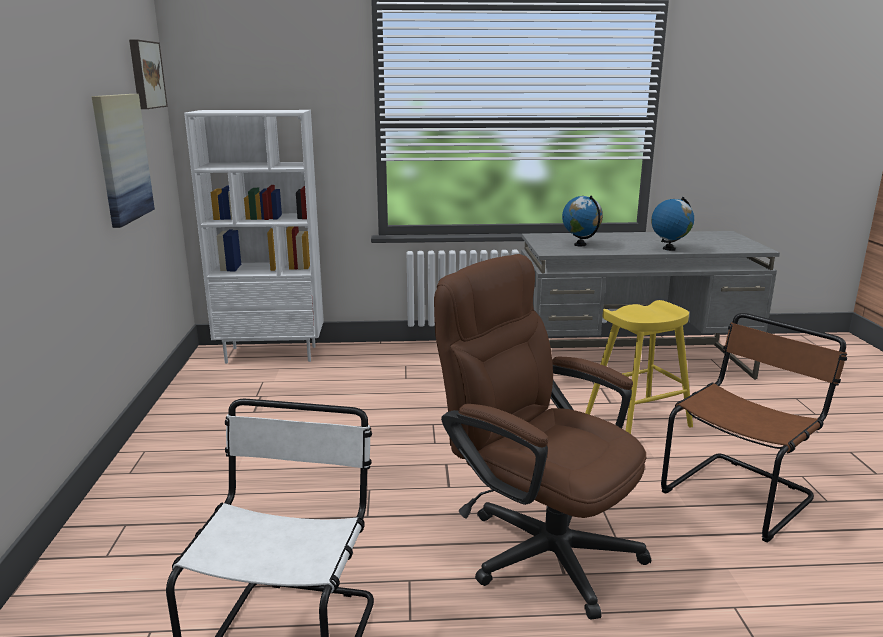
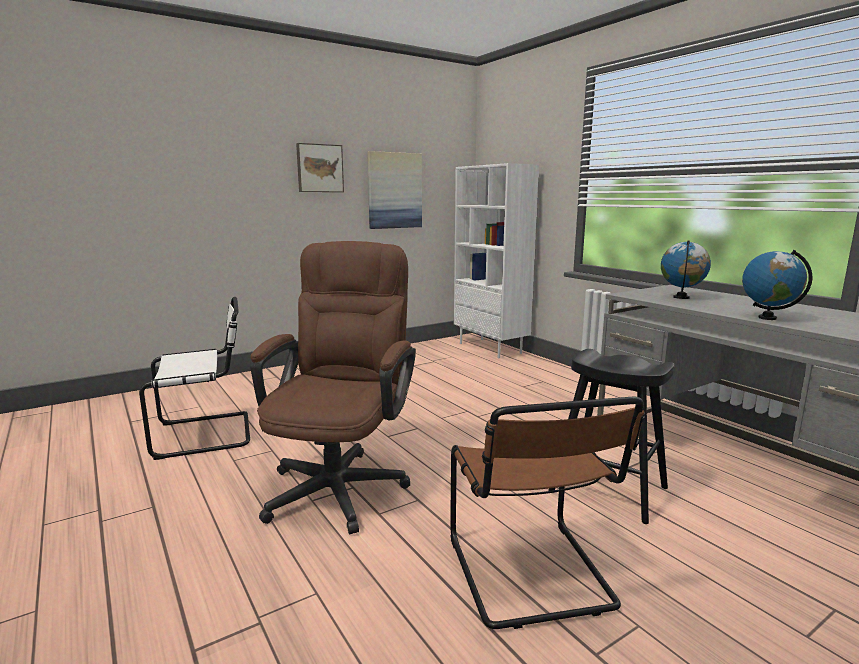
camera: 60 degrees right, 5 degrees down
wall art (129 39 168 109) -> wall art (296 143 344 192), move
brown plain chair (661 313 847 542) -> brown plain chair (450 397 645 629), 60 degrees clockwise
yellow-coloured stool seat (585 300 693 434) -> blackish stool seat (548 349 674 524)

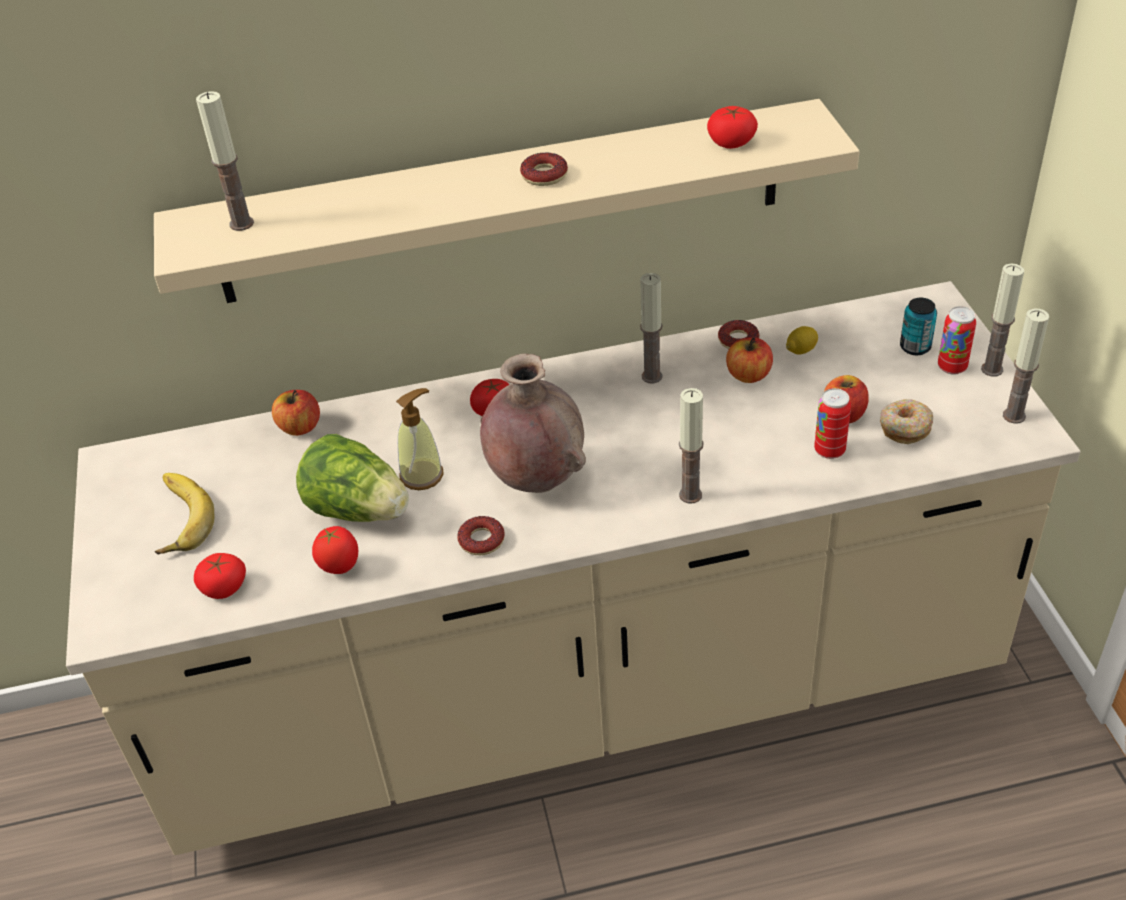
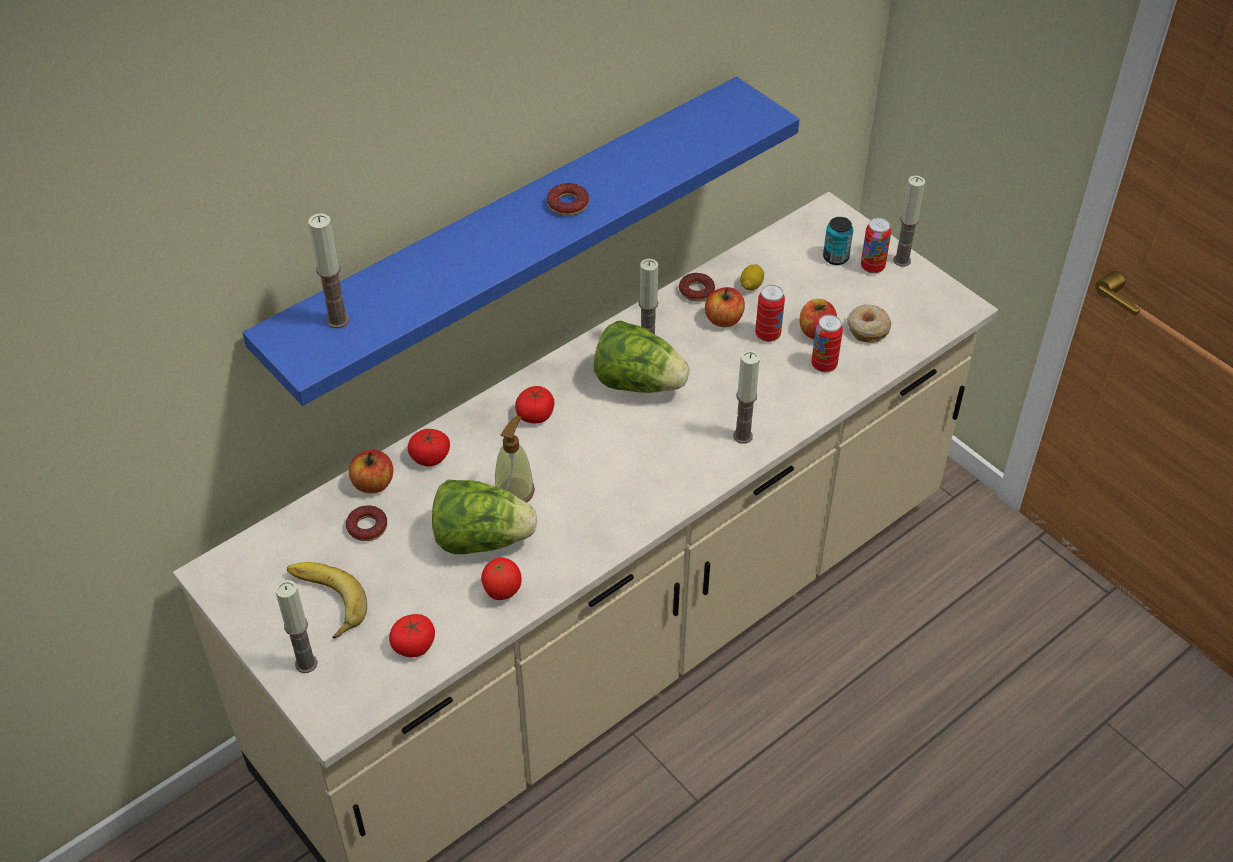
camera: 30 degrees left, 5 degrees up
beige shelf (154 99 860 303) -> blue shelf (242 77 799 406)
wax candle (1003 308 1049 424) -> wax candle (275 580 318 673), move
ring doughnut (457 516 505 555) -> ring doughnut (346 505 387 541), move
whole tomato (707 106 758 149) -> whole tomato (408 429 450 467), move
none -> head of lettuce (594 320 689 393)
none -> can (755 285 785 342)
brown decorative vase (480 353 586 493) -> none

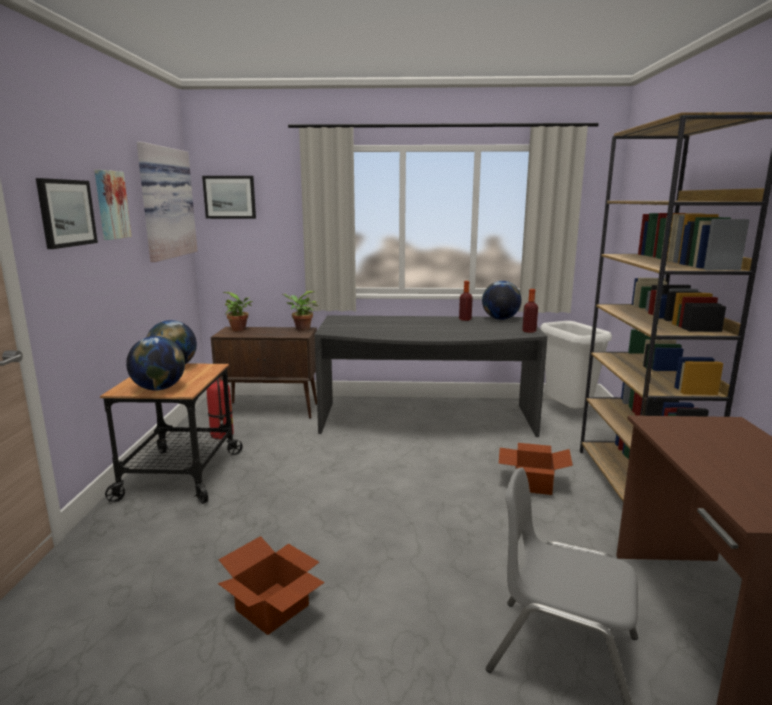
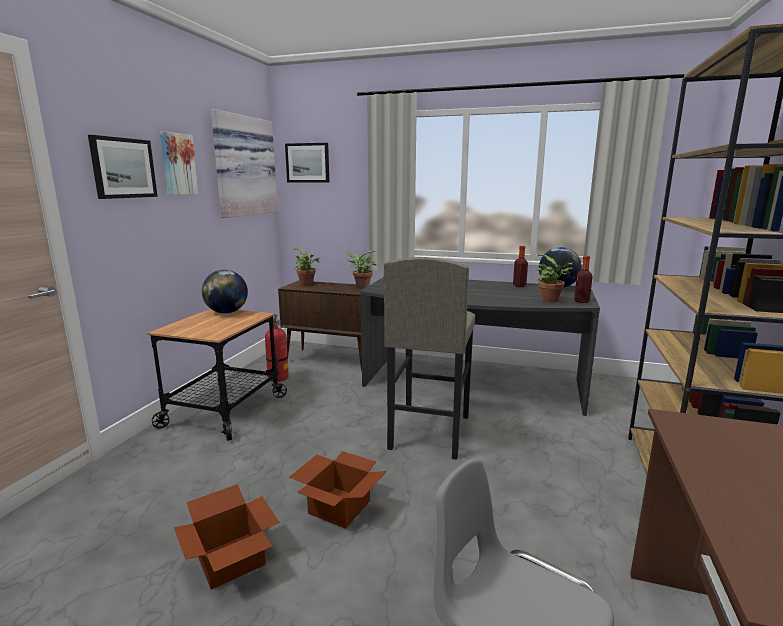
camera: 15 degrees right, 0 degrees up
cardboard box (499 443 573 495) -> cardboard box (289 451 387 529), move
none -> grey stool seat (384 257 475 460)
none -> potted plant (537 254 573 303)
desk globe (126 336 185 391) -> none
white rubbish bin (541 321 612 409) -> none

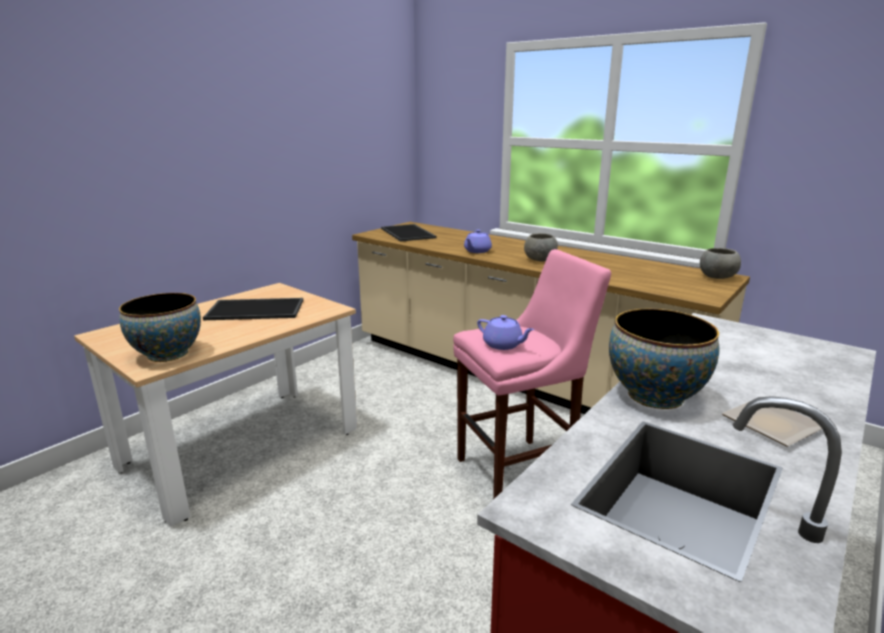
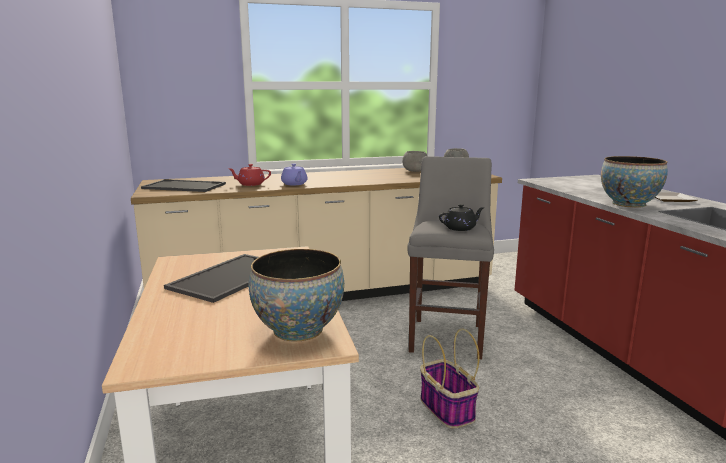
camera: 55 degrees left, 5 degrees down
none -> reddish pot for tea (229 164 271 186)
grey deep dish (524 233 558 261) -> grey deep dish (402 151 428 172), move
pink-coloured stool seat (453 249 611 500) -> grey stool seat (407 156 494 359)
none -> household basket (420 329 479 428)
purple-coloured pot for tea (477 315 534 350) -> blackish pot for tea (439 204 484 231)

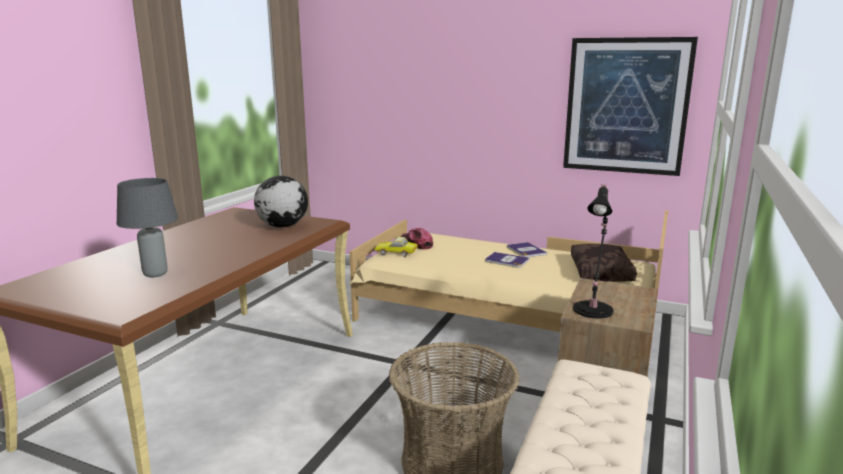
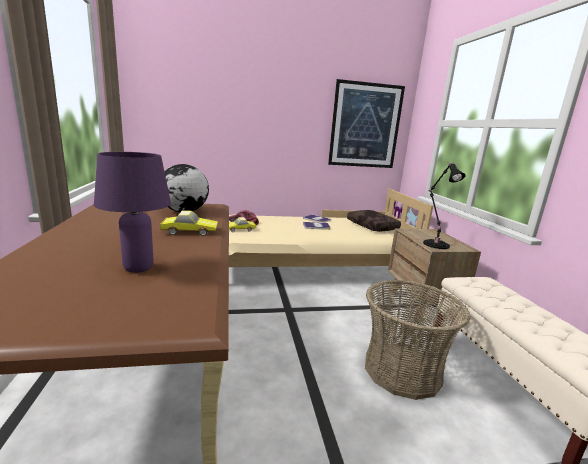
camera: 35 degrees left, 0 degrees up
grey tabletop lamp (117 178 178 277) -> purple-coloured tabletop lamp (94 152 171 273)
none -> toy car (160 210 218 236)

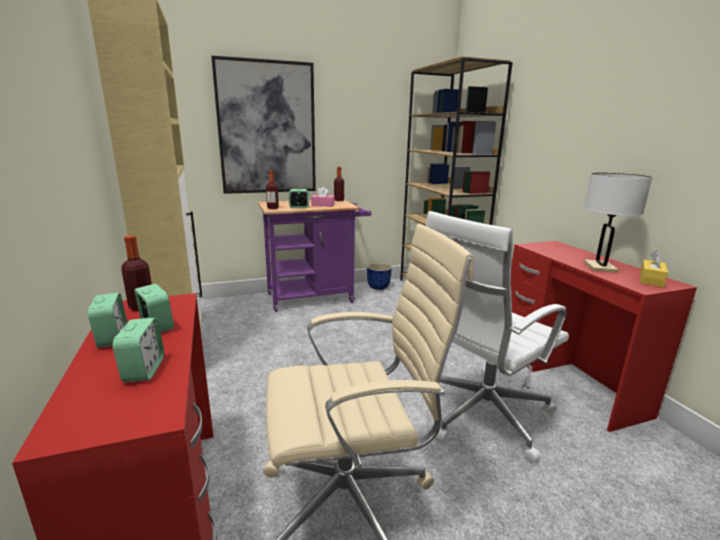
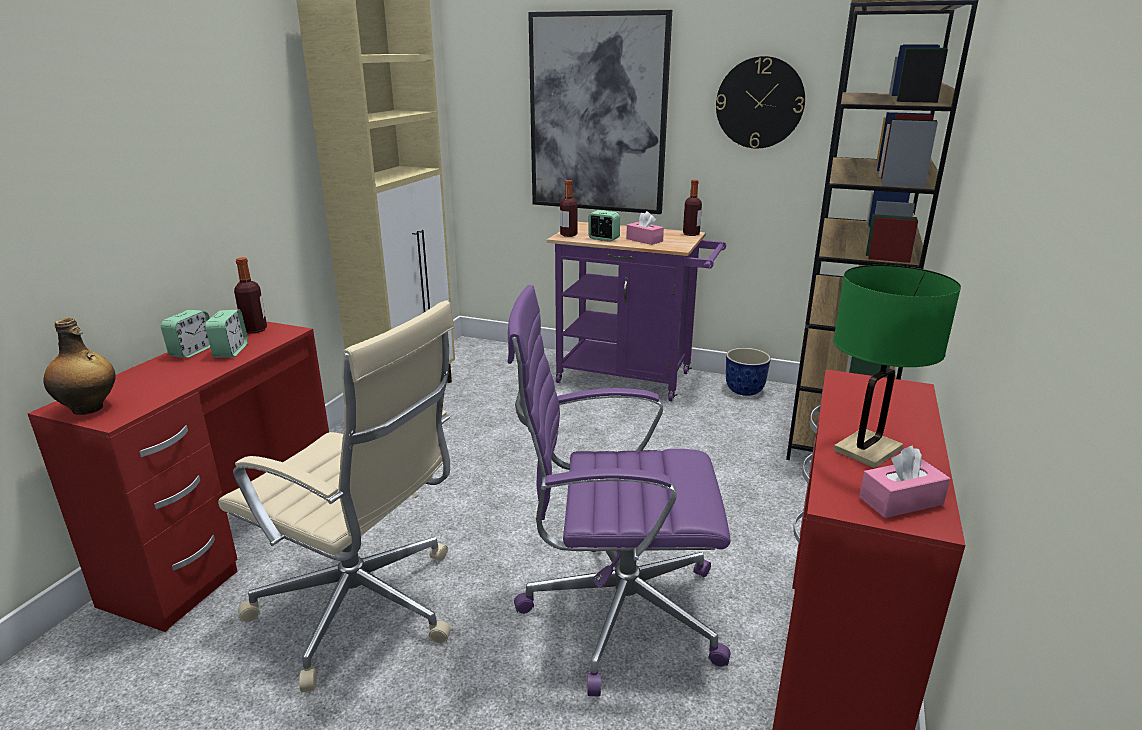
camera: 40 degrees right, 5 degrees up
none -> beverage bottle (44 318 116 415)
white computer chair (426 211 569 463) -> purple-coloured computer chair (508 285 731 696)
none -> wall clock (716 56 805 148)
white tabletop lamp (584 173 652 273) -> green tabletop lamp (833 265 961 468)
yellow-coloured tissue box (640 251 668 287) -> pink-coloured tissue box (859 445 950 518)
alarm clock (113 318 164 382) -> none

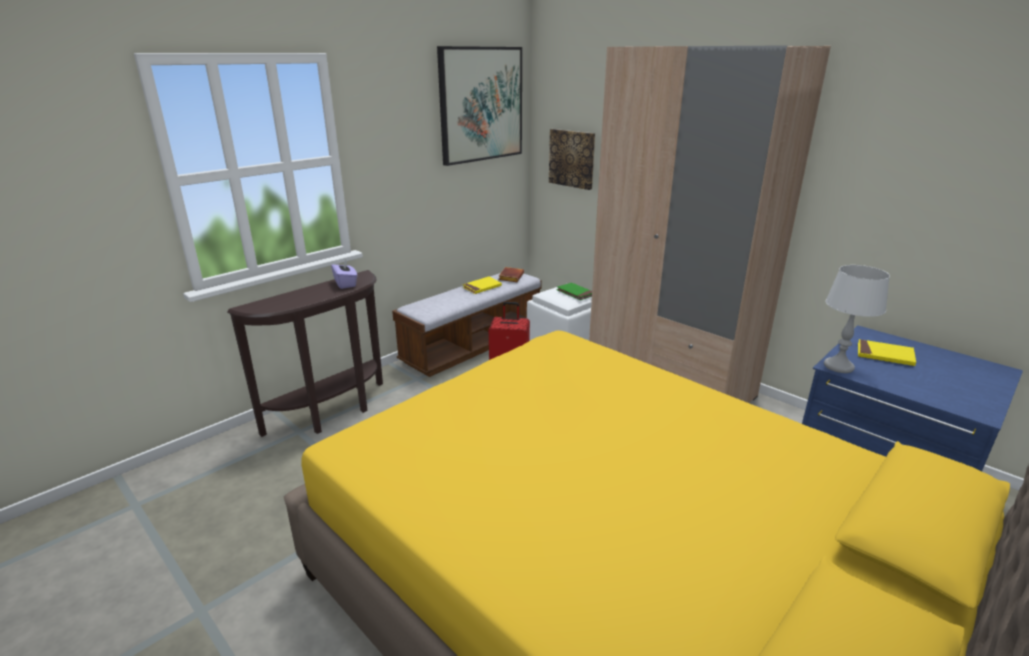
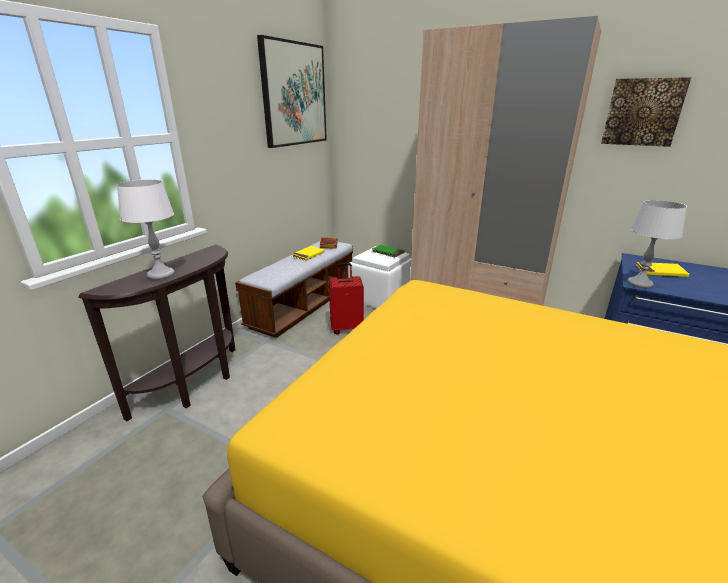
camera: 15 degrees left, 0 degrees up
none -> white tabletop lamp (117 179 174 279)
wall art (549 129 595 190) -> wall art (601 77 691 147), move
purple-coloured tissue box (331 258 357 289) -> none

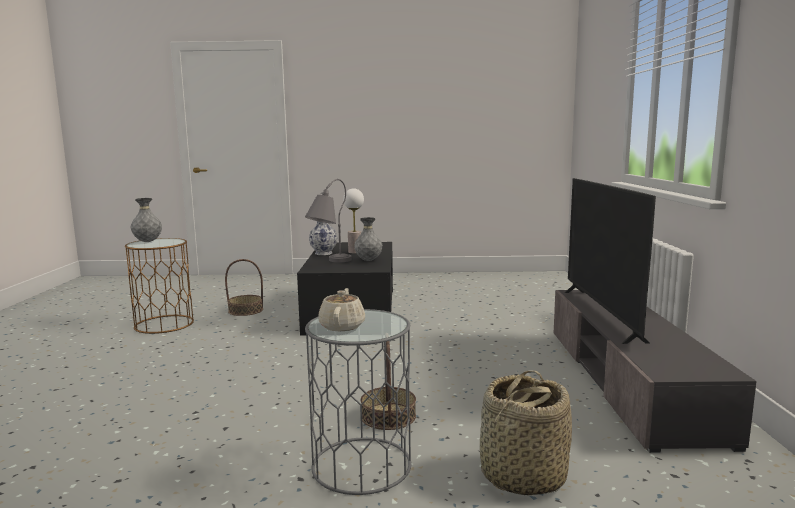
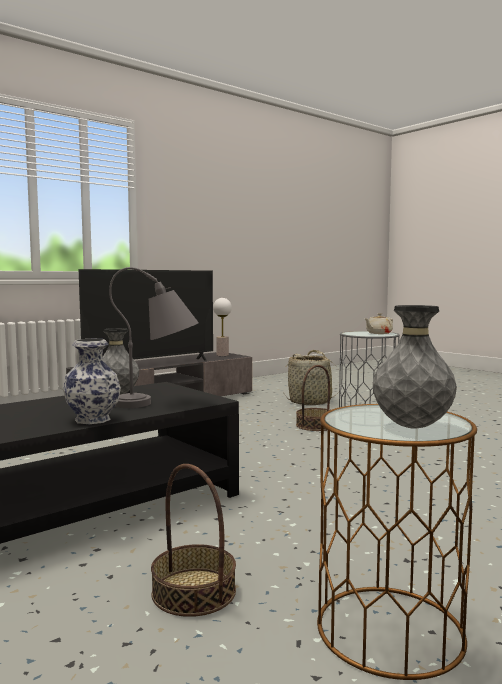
camera: 130 degrees left, 5 degrees down
tabletop lamp (343 188 364 254) -> tabletop lamp (213 298 232 356), move

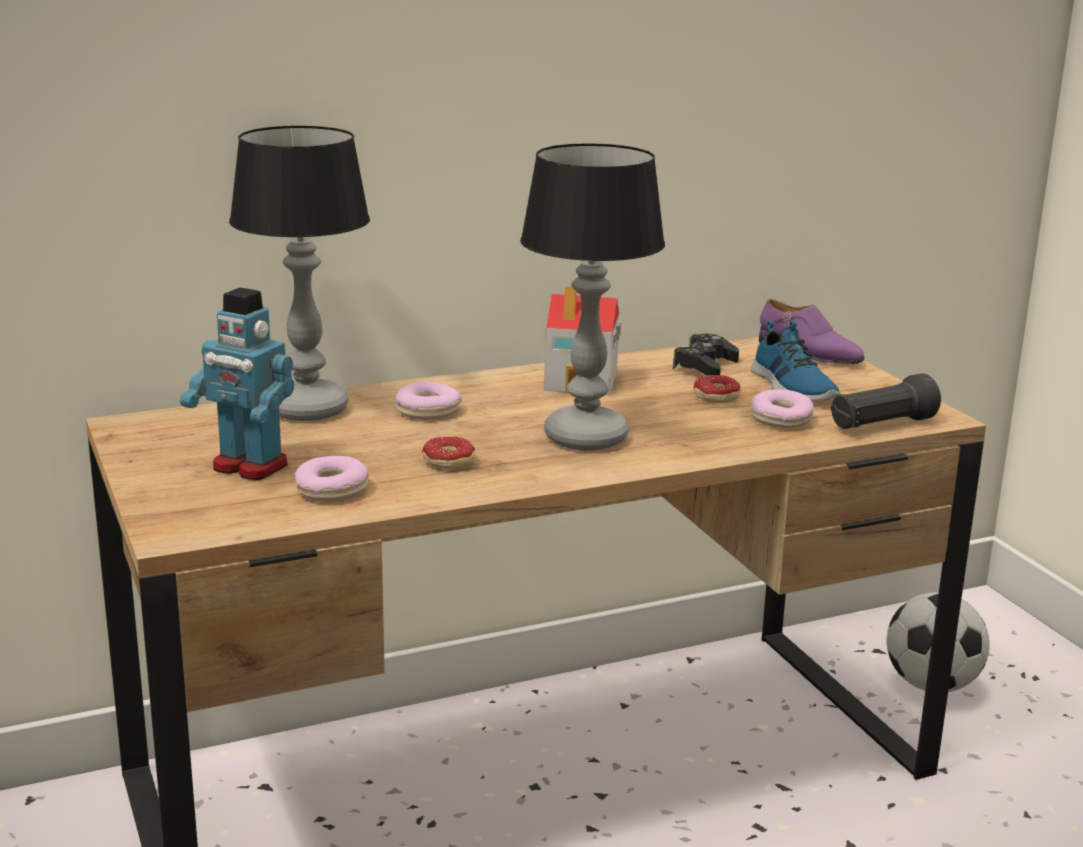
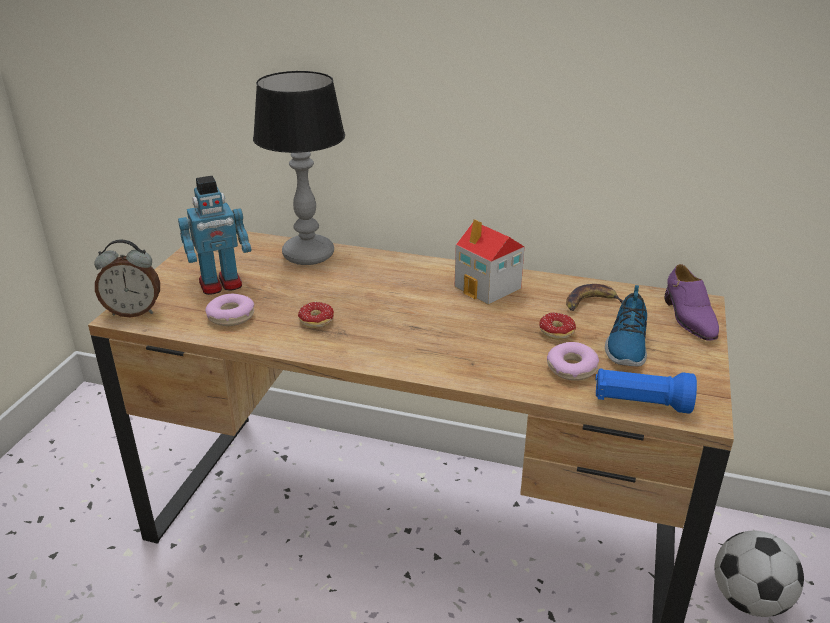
camera: 40 degrees right, 10 degrees up
none -> alarm clock (94 239 160 317)
robot figure (180 288 294 480) -> robot figure (178 176 251 295), 90 degrees counterclockwise
blackish game controller (673 334 739 376) -> whole banana (566 284 623 311)
blackish torch (831 373 941 429) -> blue torch (595 368 697 414)
ring doughnut (396 381 462 420) -> none
tabletop lamp (520 143 665 450) -> none

